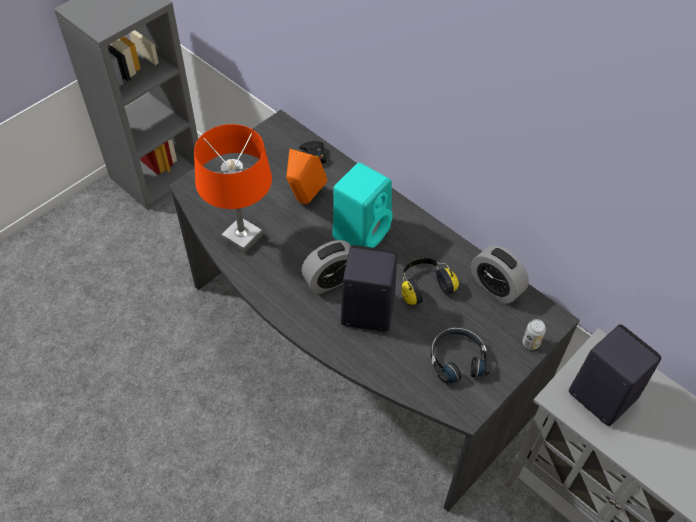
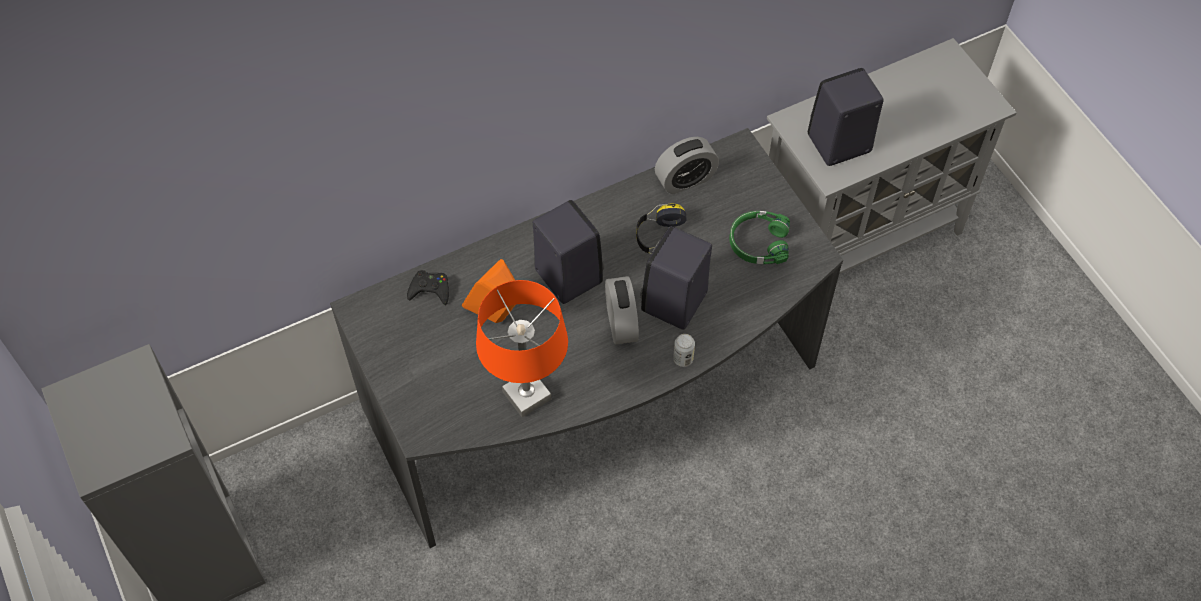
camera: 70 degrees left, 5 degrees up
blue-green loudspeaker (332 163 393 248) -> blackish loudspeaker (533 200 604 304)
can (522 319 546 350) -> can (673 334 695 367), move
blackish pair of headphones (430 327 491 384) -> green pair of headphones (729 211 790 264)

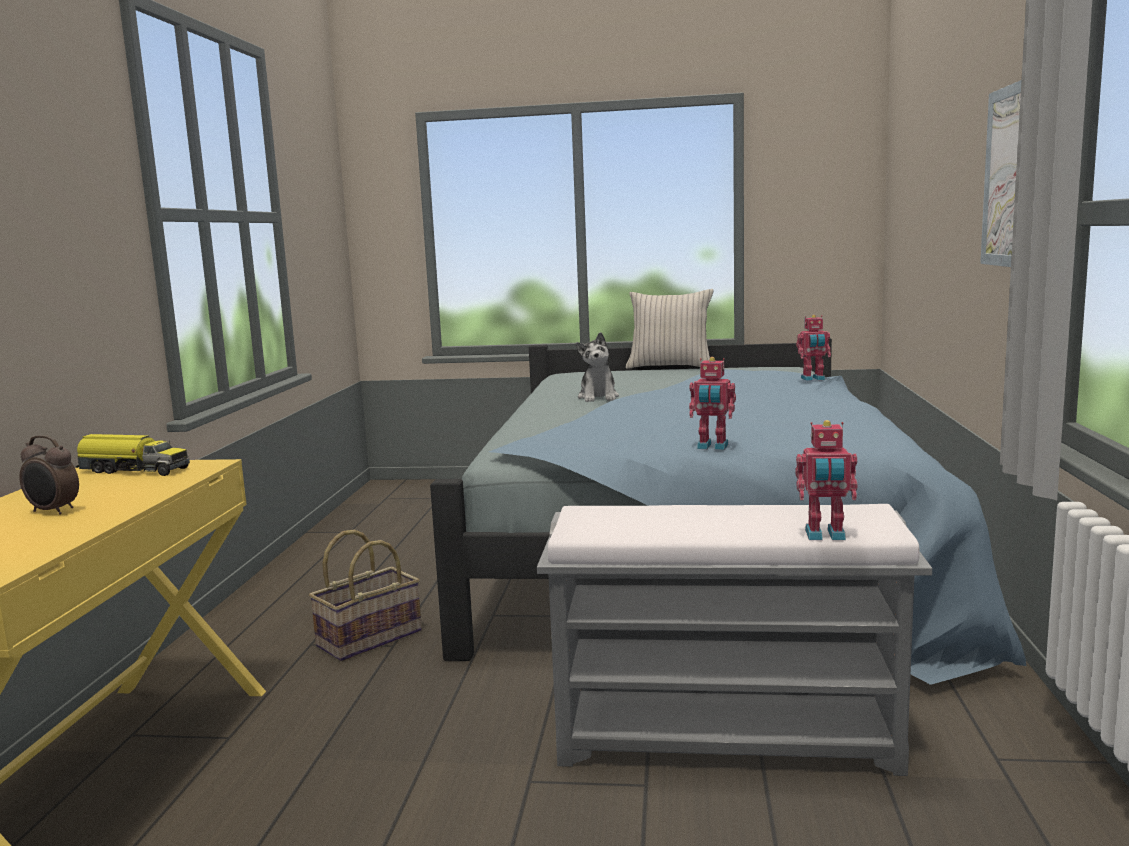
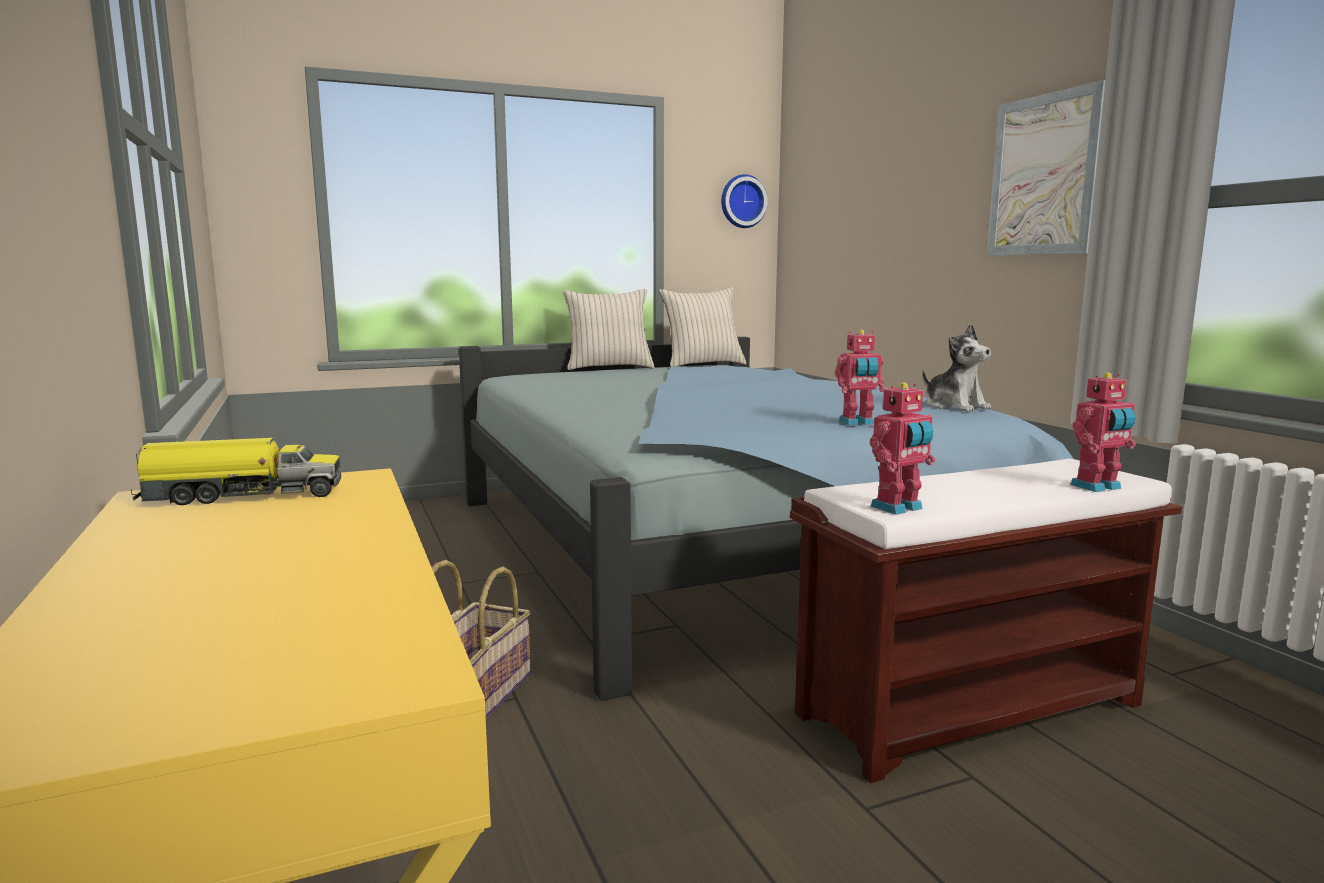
camera: 30 degrees left, 0 degrees up
none -> beige cushion (659 288 746 367)
none -> wall clock (721 174 768 228)
grey bench (537 504 932 776) -> brown bench (790 459 1182 783)
robot figure (796 315 831 381) -> robot figure (870 382 935 515), move
soft toy (576 332 619 402) -> soft toy (922 324 991 412), move
alarm clock (19 435 79 515) -> none

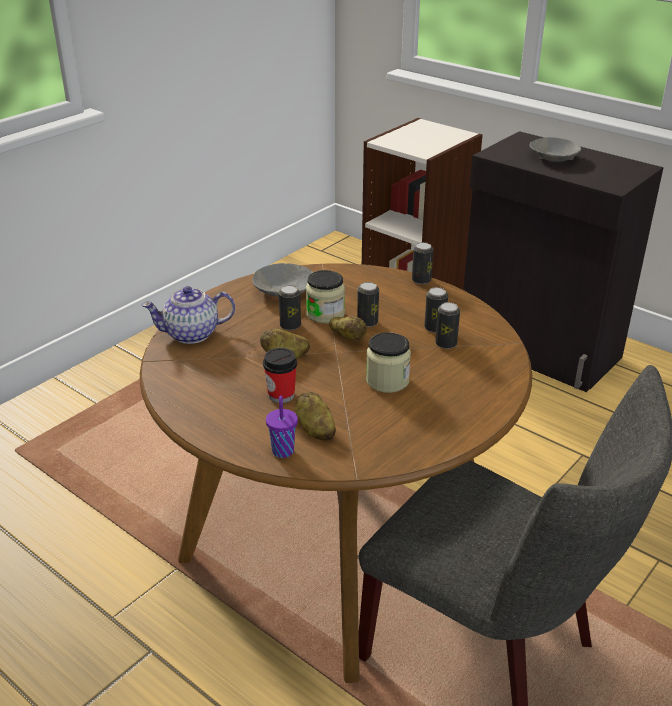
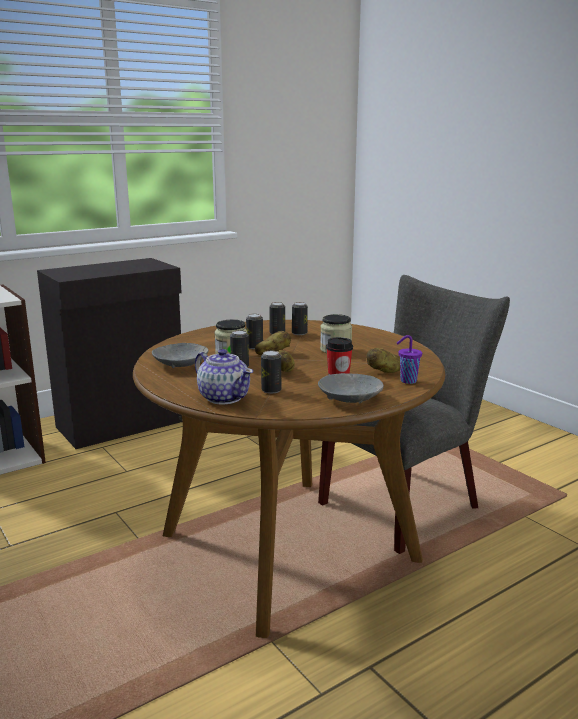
camera: 75 degrees left, 15 degrees down
pot for tea (141 286 235 344) -> pot for tea (195 349 253 404), 45 degrees counterclockwise
can (412 242 433 284) -> can (261 351 281 394), move
grey deep dish (530 137 581 162) -> grey deep dish (318 373 384 403), move

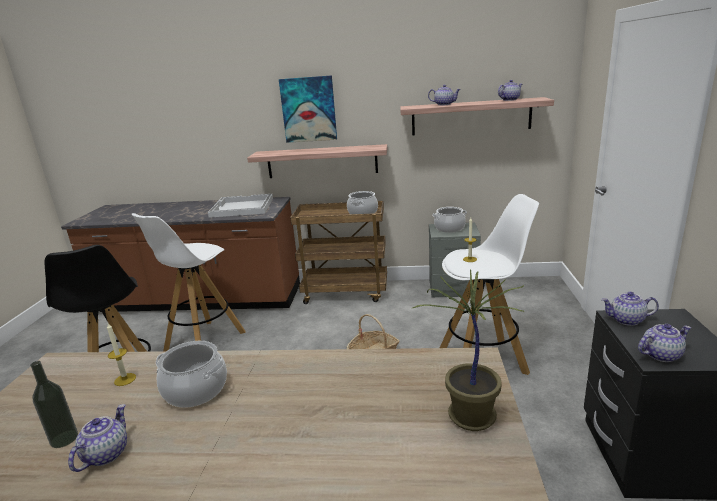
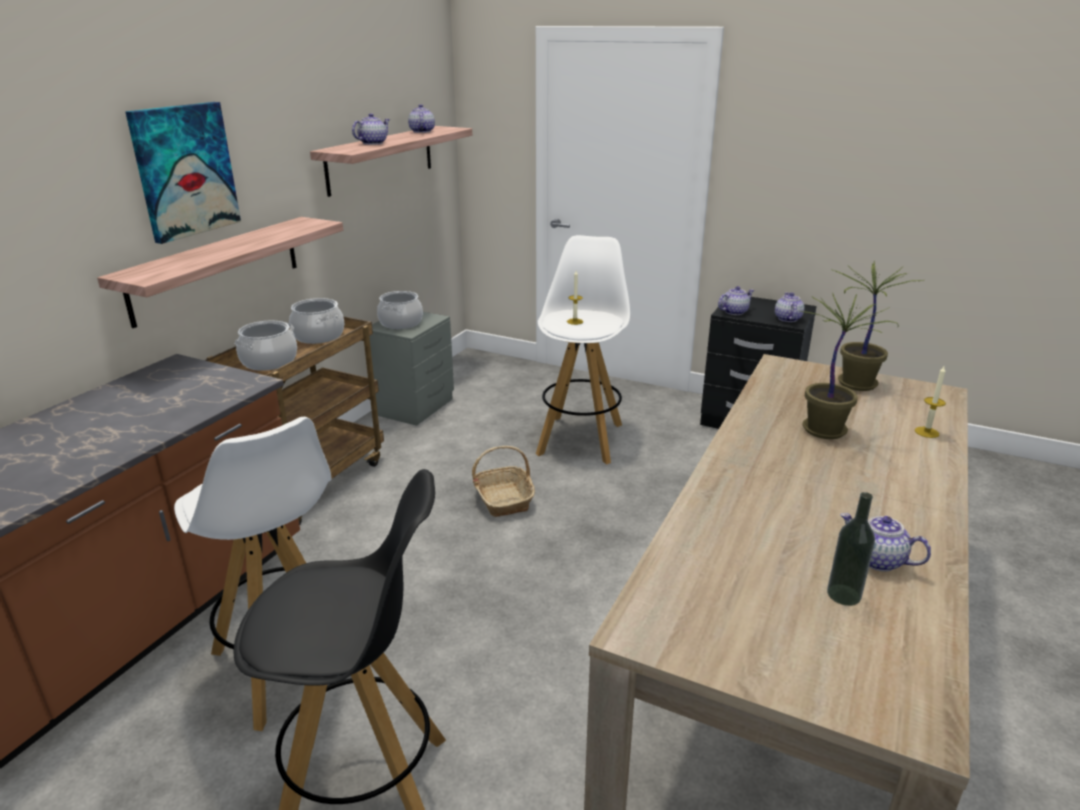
camera: 70 degrees left, 5 degrees up
saucepot (156 341 227 408) -> saucepot (235 321 297 371), move
pot for tea (601 292 659 326) -> pot for tea (718 286 754 315), 150 degrees counterclockwise
none -> potted plant (801 293 898 439)
wax candle (107 323 136 386) -> wax candle (915 366 946 438), move
white carrying tray (208 194 273 218) -> none

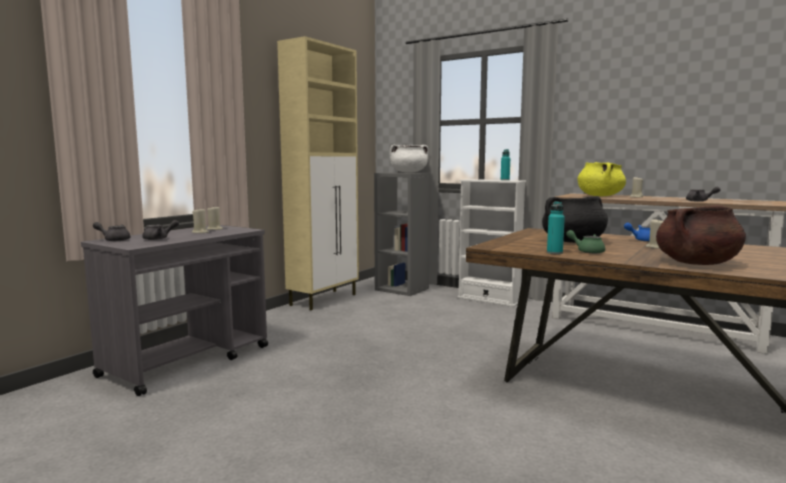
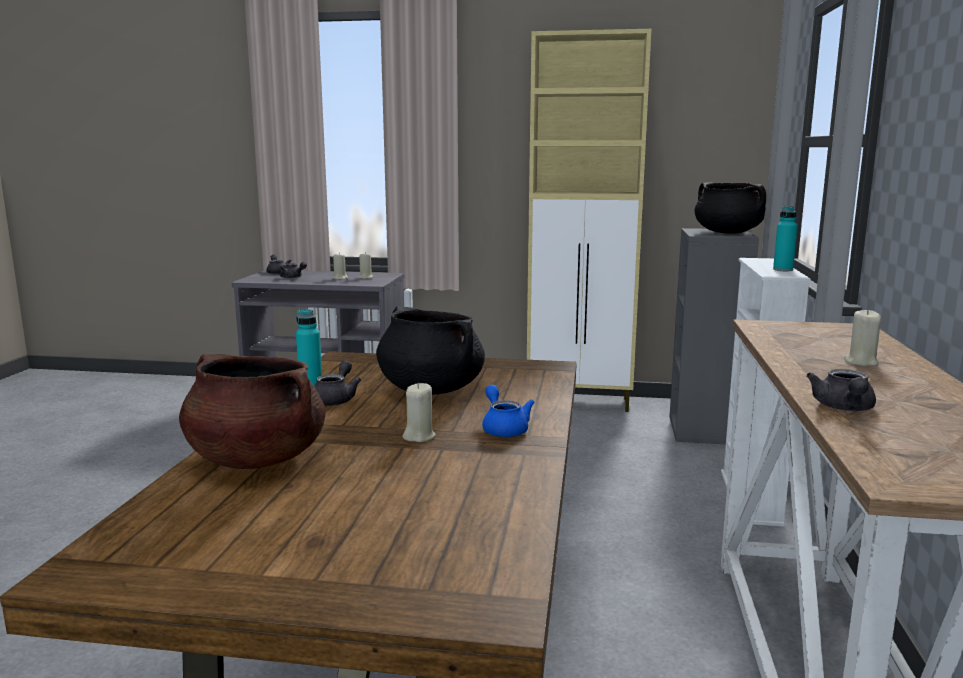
camera: 65 degrees right, 5 degrees up
green pot for tea (566 230 605 254) -> grey pot for tea (314 360 361 406)
white saucepot (390 145 429 173) -> blackish saucepot (694 182 766 234)
yellow-coloured saucepot (578 162 626 196) -> none

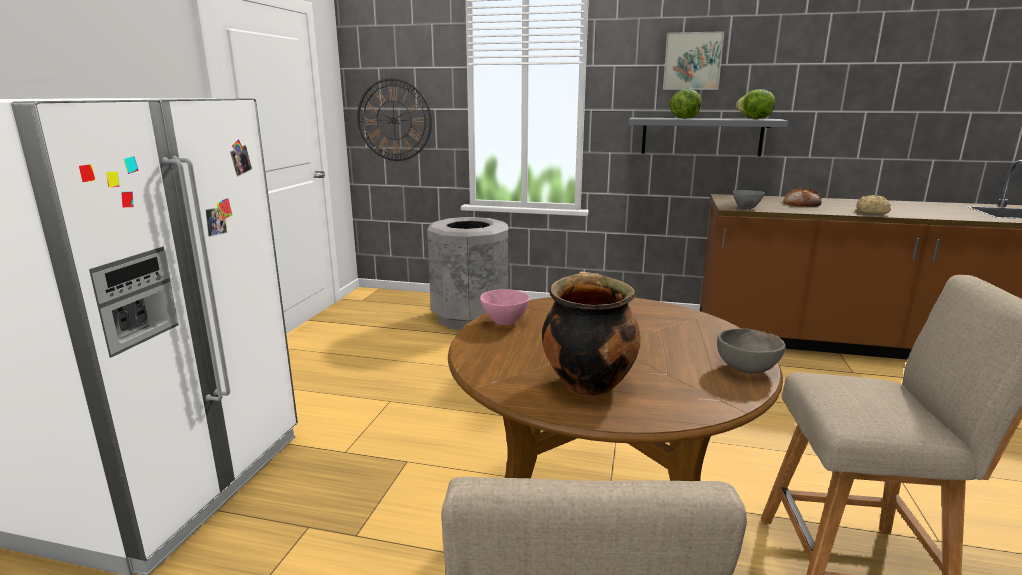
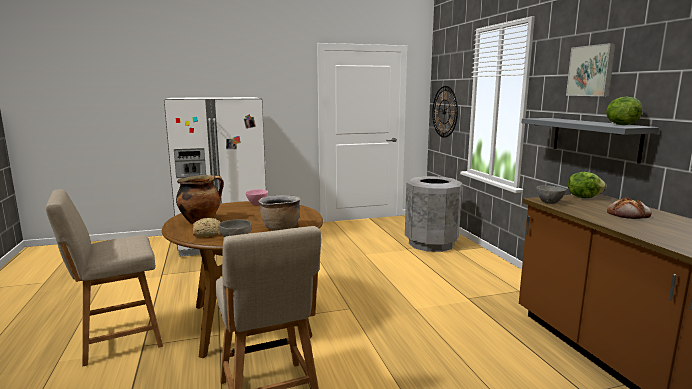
camera: 60 degrees right, 5 degrees down
bakery bread (856 195 891 214) -> bakery bread (193 218 221 237), move
none -> brown saucepot (258 195 301 231)
head of lettuce (669 89 701 119) -> head of lettuce (568 172 607 198), move

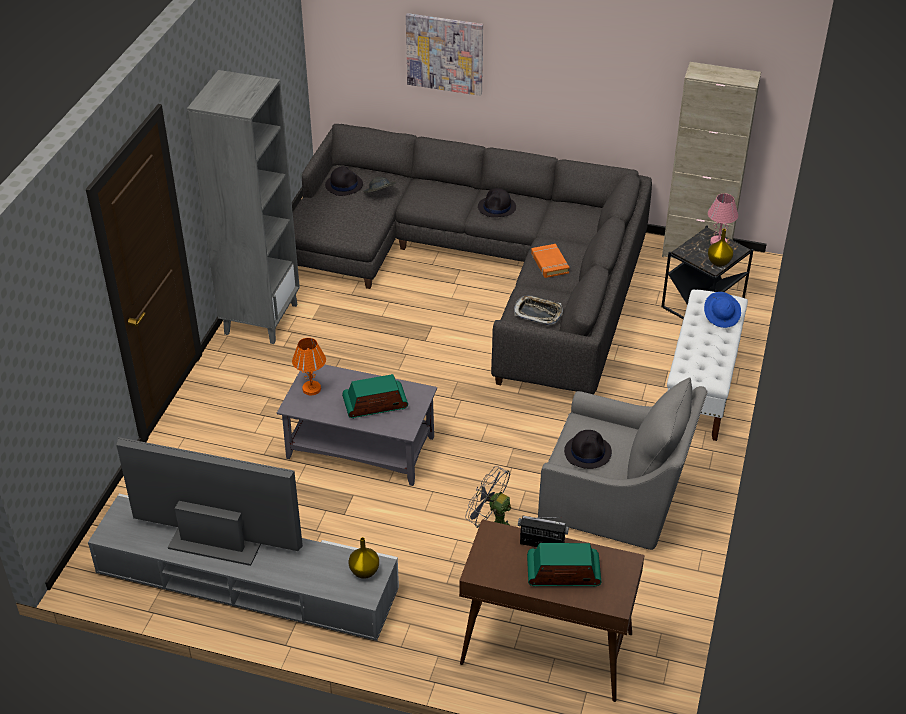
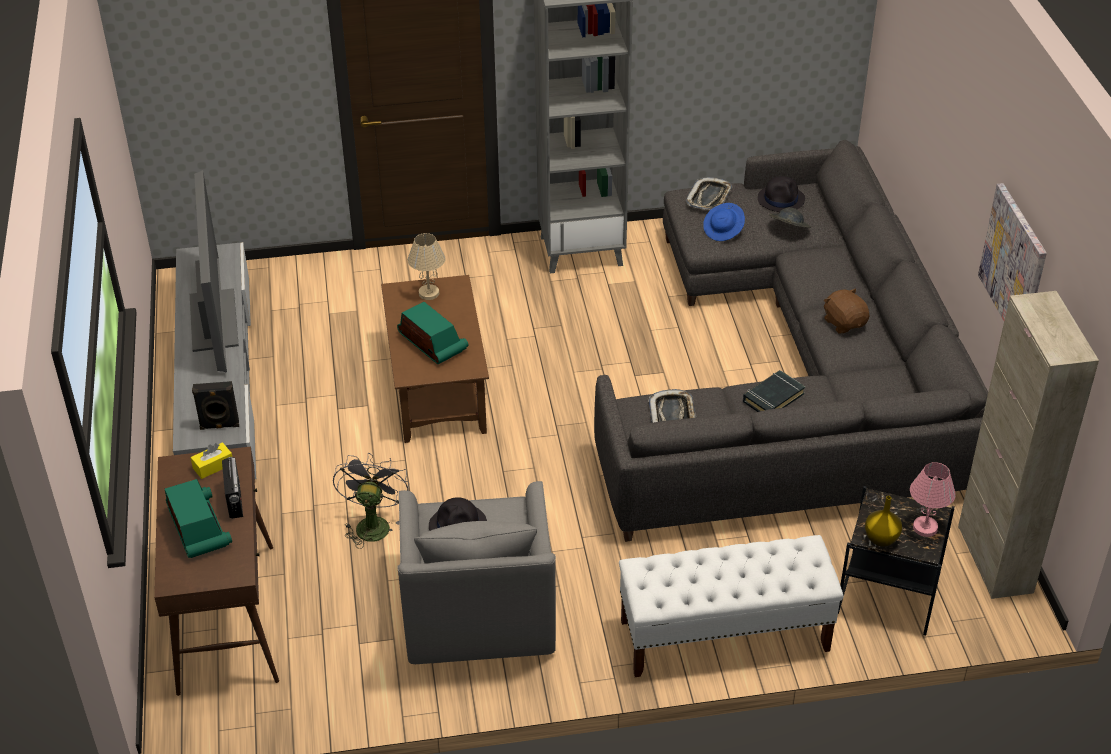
camera: 65 degrees right, 0 degrees up
none -> yellow-coloured tissue box (191 442 232 479)
yellow-coloured decorative vase (349 537 379 579) -> blackish loudspeaker (192 381 239 430)
grey low table (277 365 437 486) -> brown low table (381 275 489 443)
orangey tabletop lamp (292 338 326 395) -> beige tabletop lamp (408 233 446 300)
none -> carrying tray (686 177 732 210)
blue clothing hat (704 292 741 328) -> blue clothing hat (703 203 745 241), move
orangey bound book (531 244 570 278) -> blackish bound book (743 370 805 412)
blackish clothing hat (478 188 516 217) -> brown soft toy (824 288 870 334)
wall art (406 13 483 96) -> wall art (978 183 1047 321), move

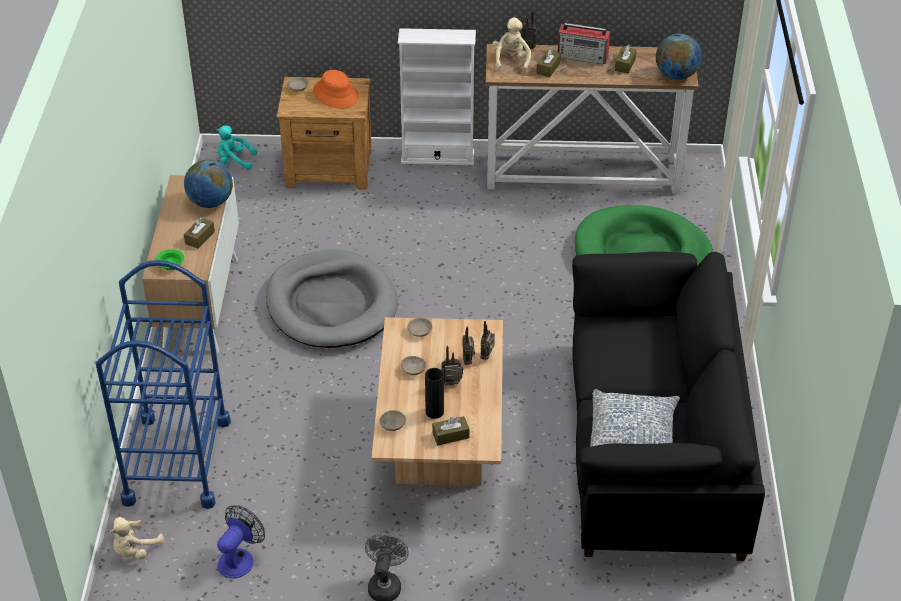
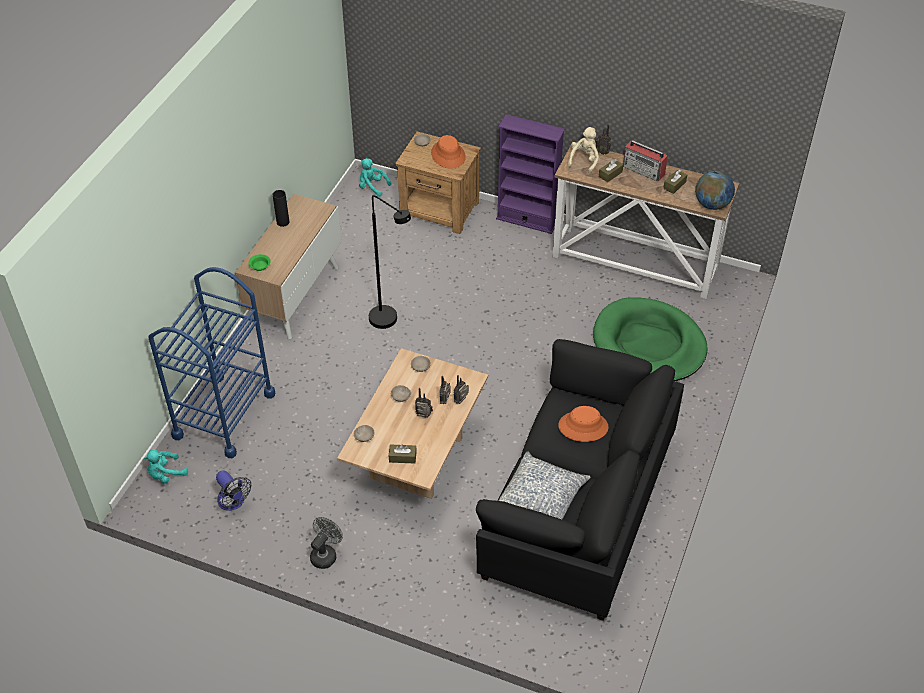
camera: 20 degrees right, 5 degrees up
beige soft toy (110 517 165 560) -> blue-green soft toy (144 449 188 484)
fan (217 506 265 578) -> fan (216 470 251 511), 90 degrees clockwise
blackish decorative vase (425 368 444 419) -> blackish decorative vase (273 190 289 227), move
grey pet bed (266 250 398 348) -> blackish standing lamp (369 195 411 329)
white bookshelf (398 28 476 165) -> purple-coloured bookshelf (496 114 565 234)
none -> orangey clothing hat (558 406 608 442)
desk globe (184 160 233 208) -> none
brown tissue box (184 217 215 249) -> none

